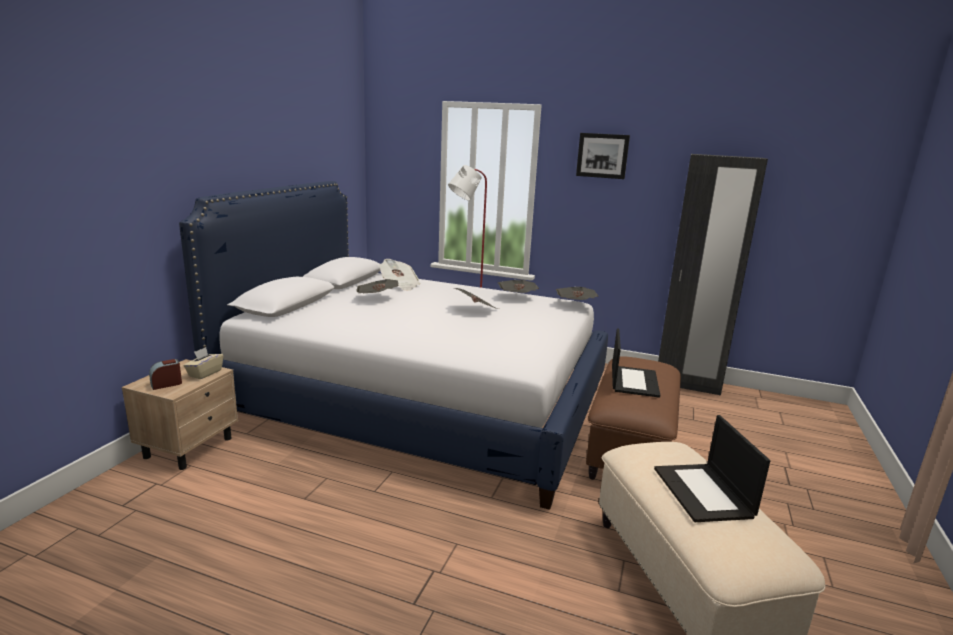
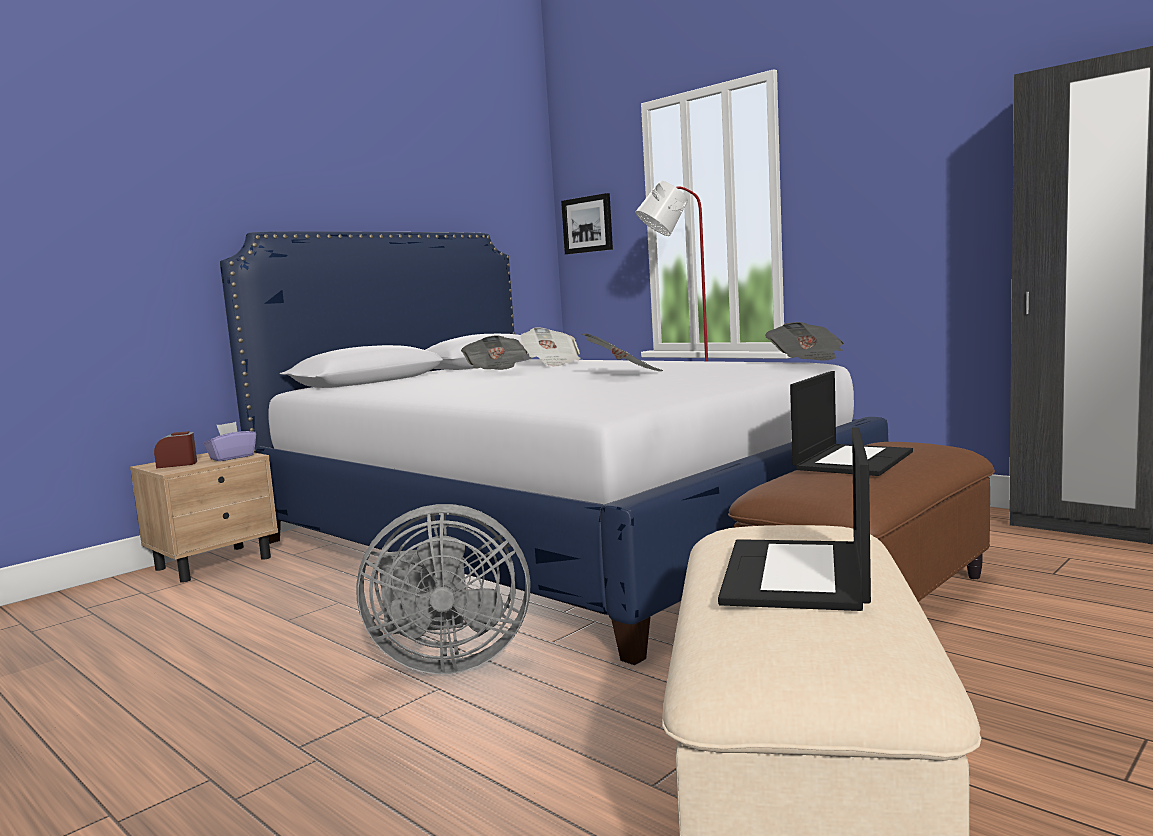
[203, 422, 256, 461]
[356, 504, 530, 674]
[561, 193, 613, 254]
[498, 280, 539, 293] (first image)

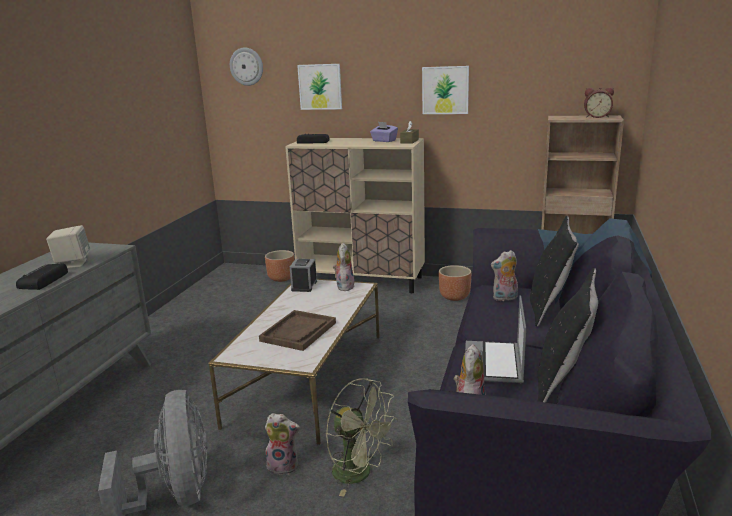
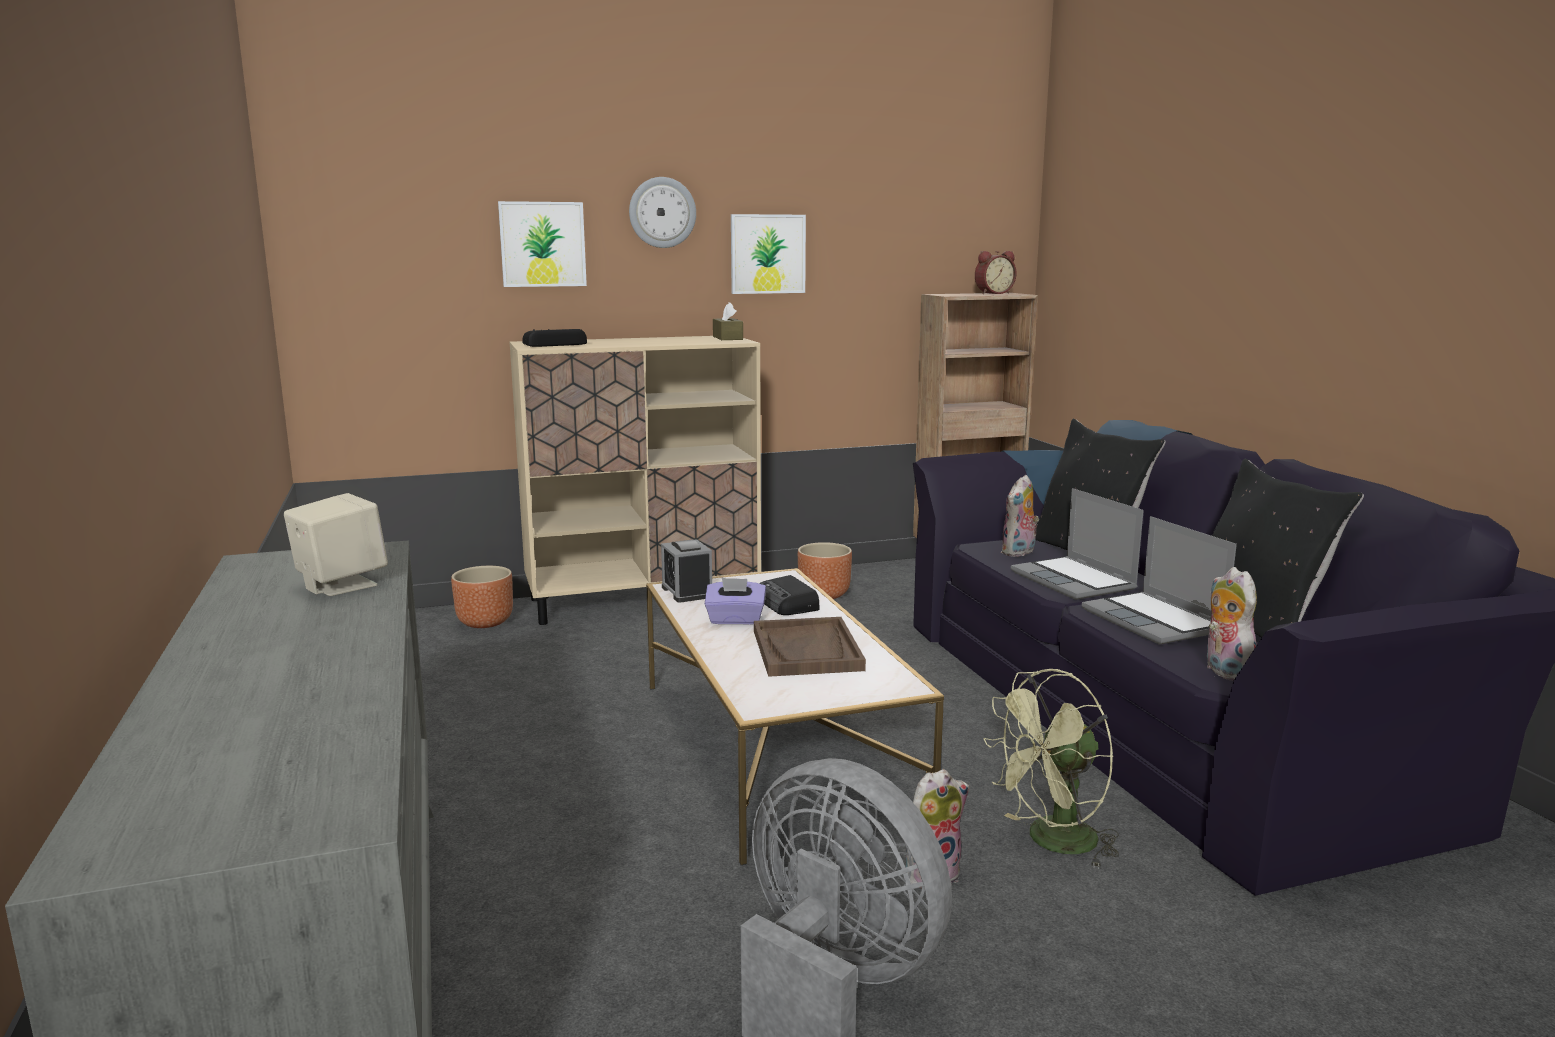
[629, 177, 696, 248]
[705, 578, 766, 625]
[759, 575, 819, 615]
[984, 669, 1119, 869]
[1011, 488, 1144, 600]
[333, 243, 355, 291] (first image)

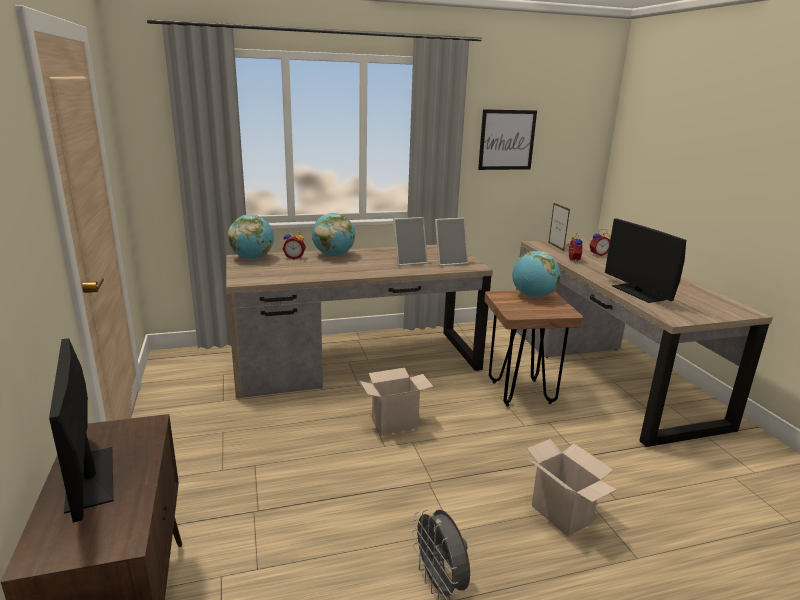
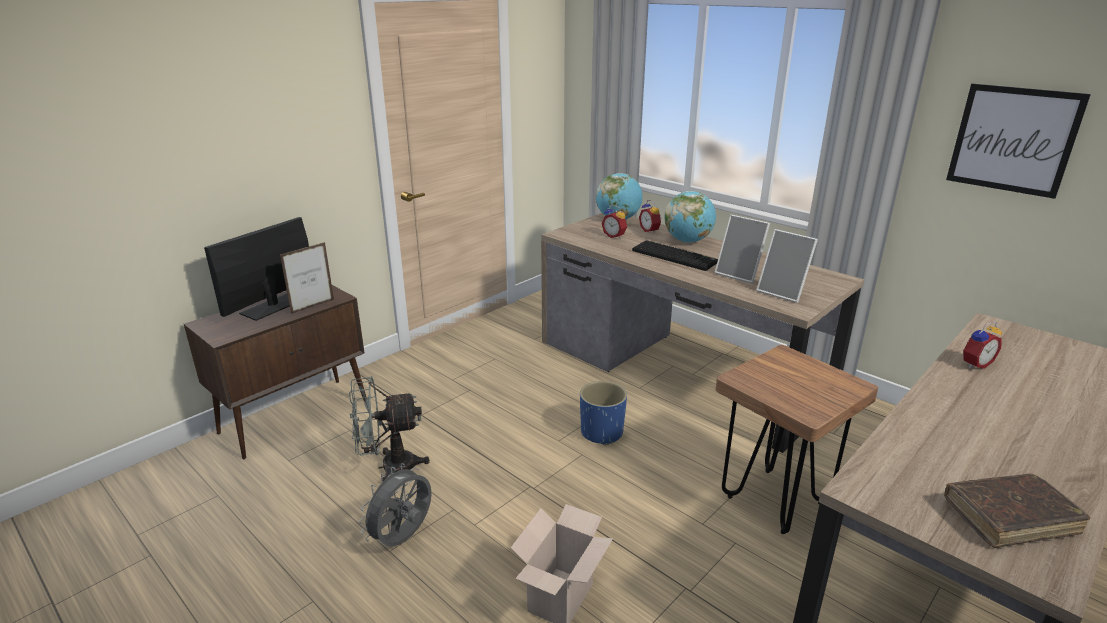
[280, 242, 334, 314]
[349, 376, 430, 481]
[580, 381, 627, 445]
[602, 205, 627, 239]
[632, 240, 718, 271]
[944, 473, 1090, 548]
[512, 251, 560, 298] (first image)
[605, 219, 686, 303] (first image)

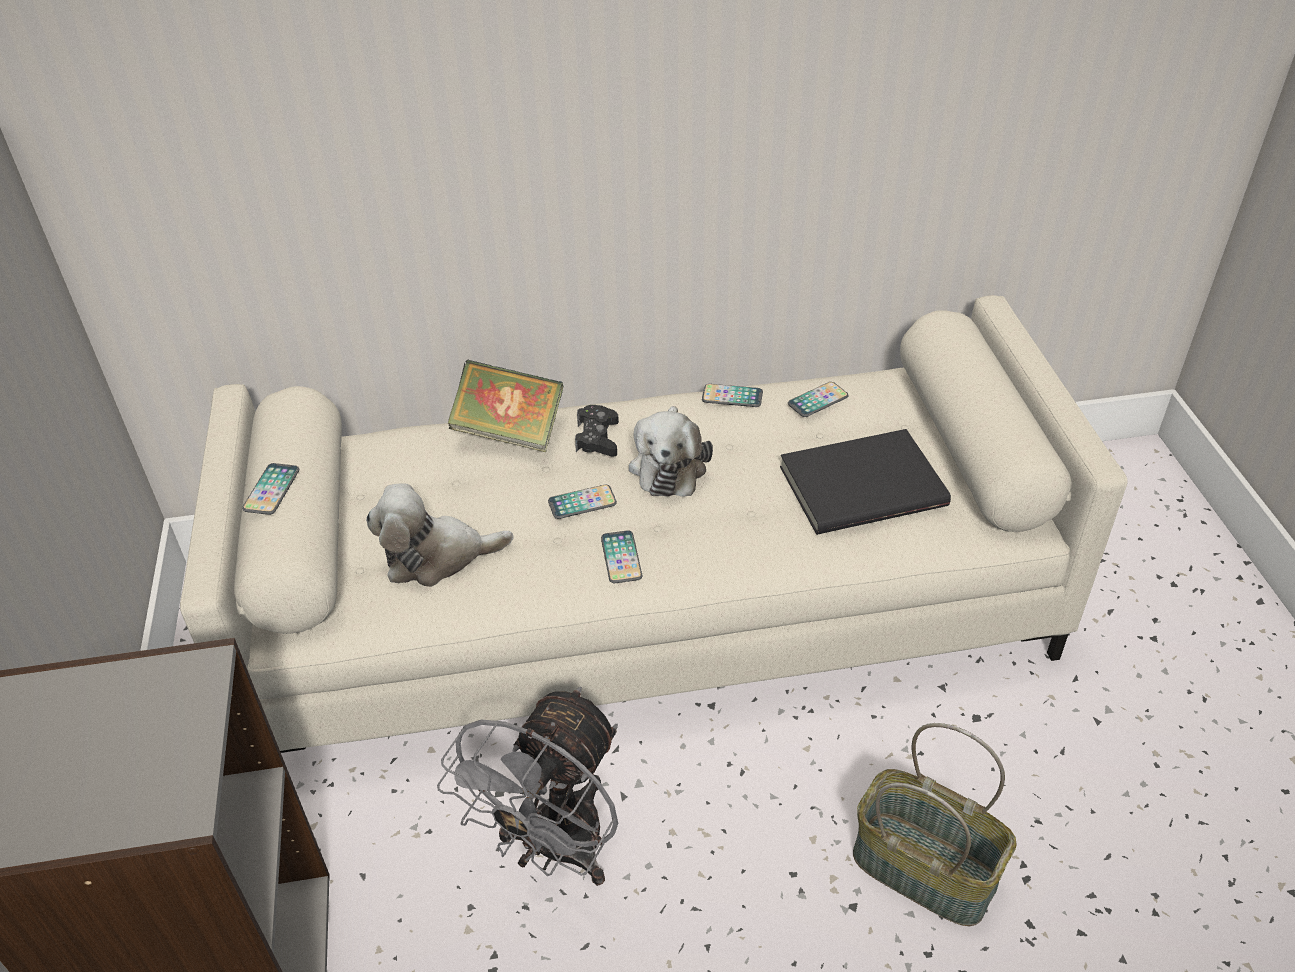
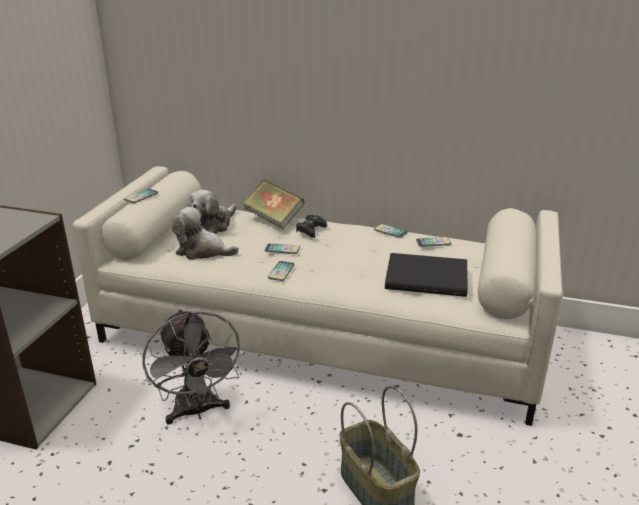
[142, 309, 245, 424]
[189, 190, 236, 234]

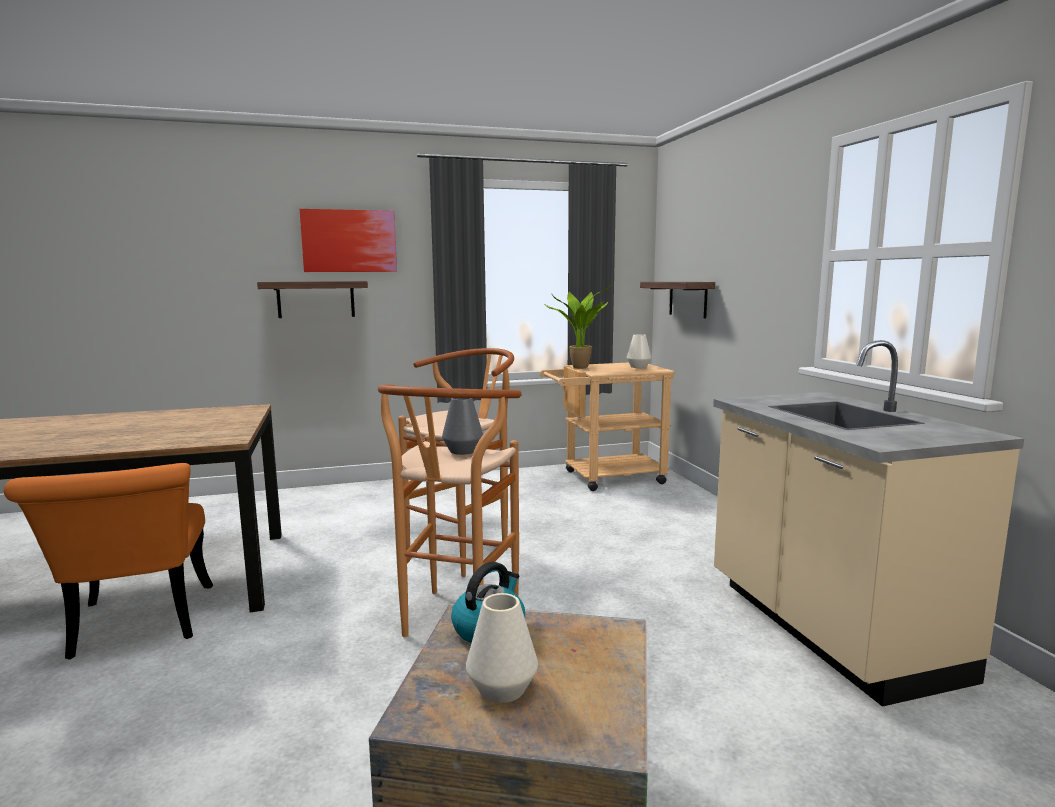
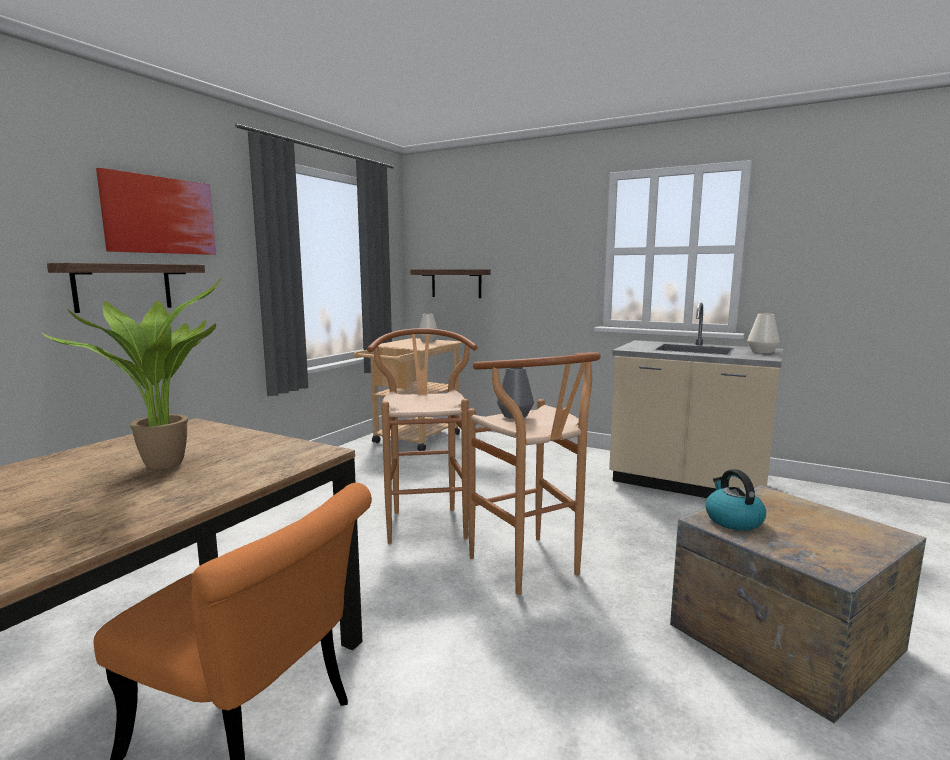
[42, 278, 221, 470]
[747, 313, 780, 353]

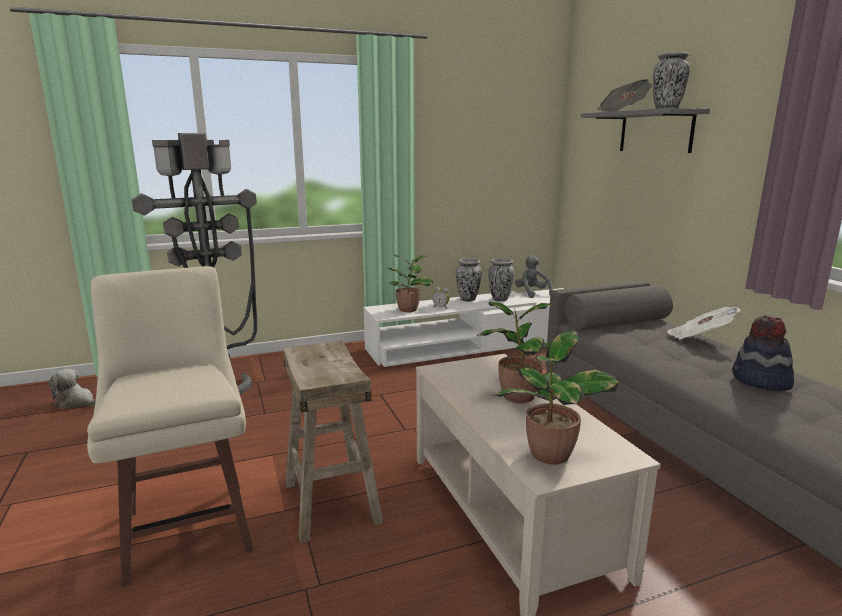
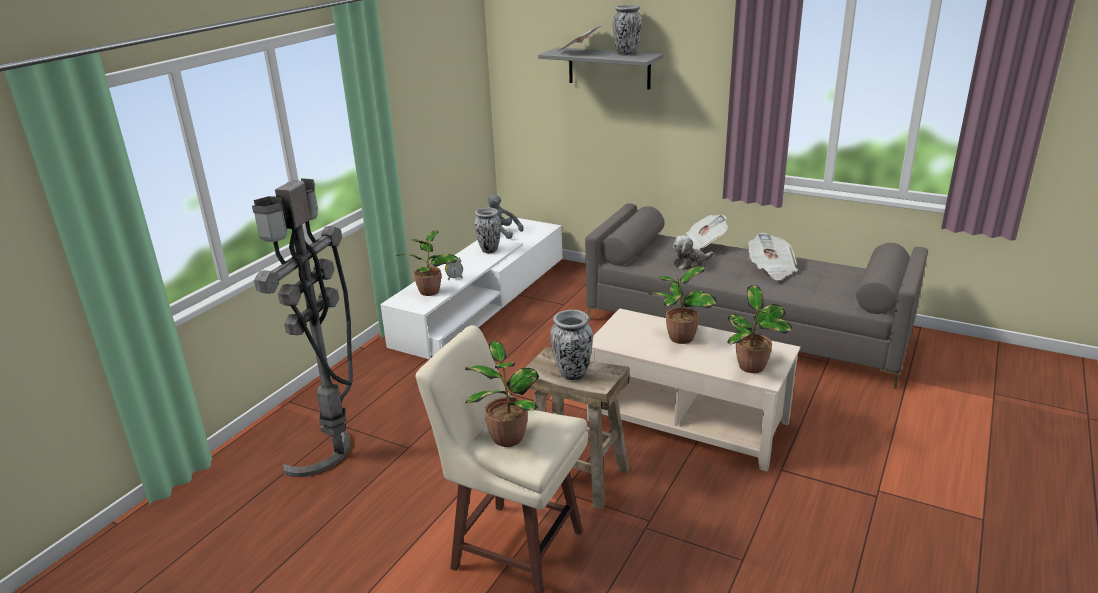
[465, 341, 539, 447]
[550, 310, 593, 381]
[673, 235, 714, 270]
[748, 233, 798, 280]

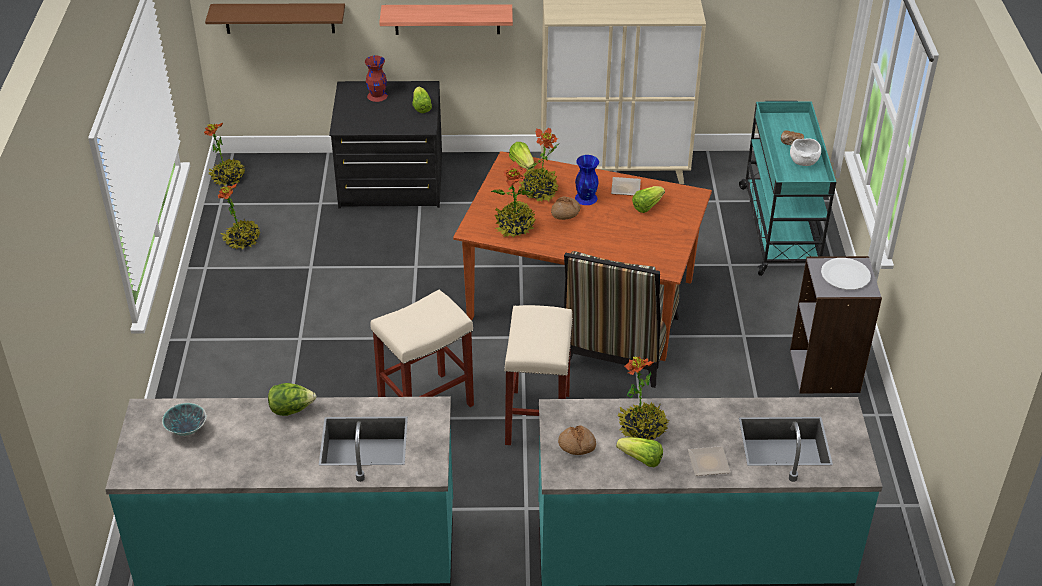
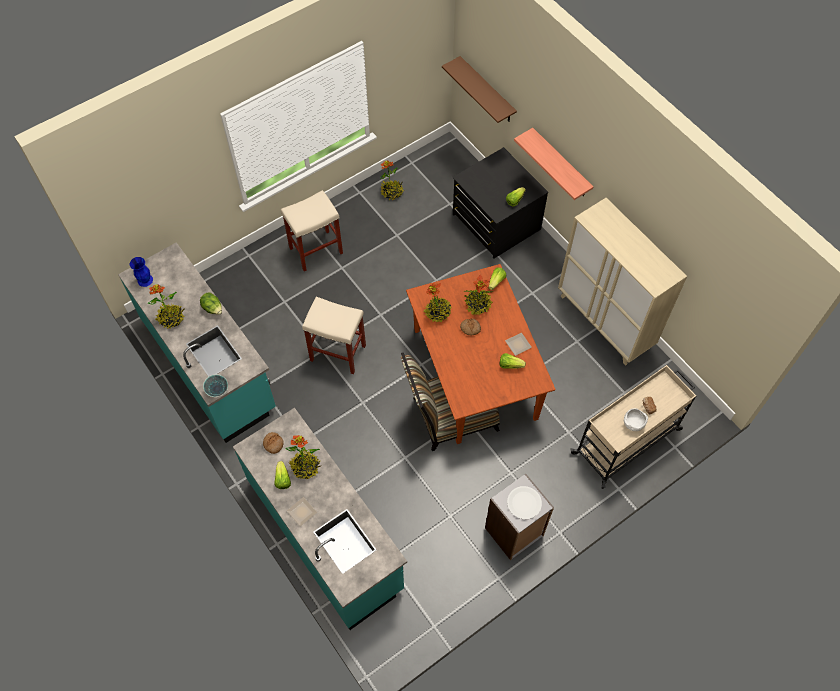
[130, 257, 153, 287]
[148, 284, 184, 329]
[203, 374, 228, 397]
[281, 190, 343, 271]
[571, 365, 696, 489]
[365, 55, 388, 102] (first image)

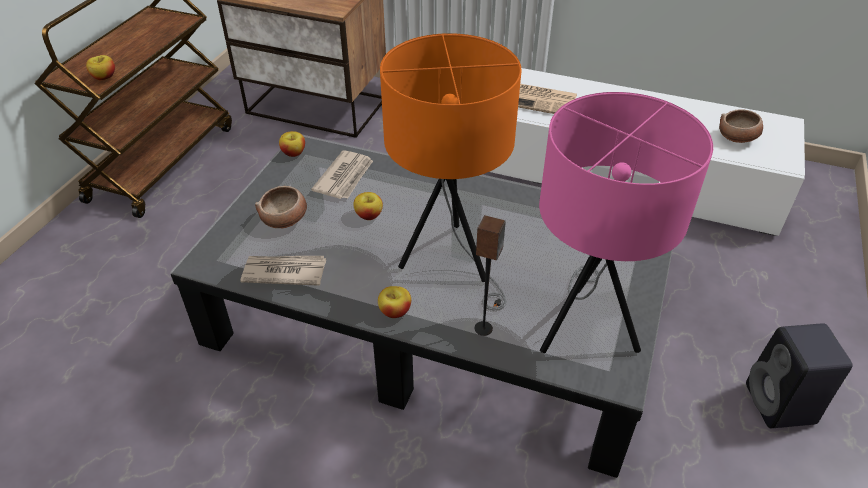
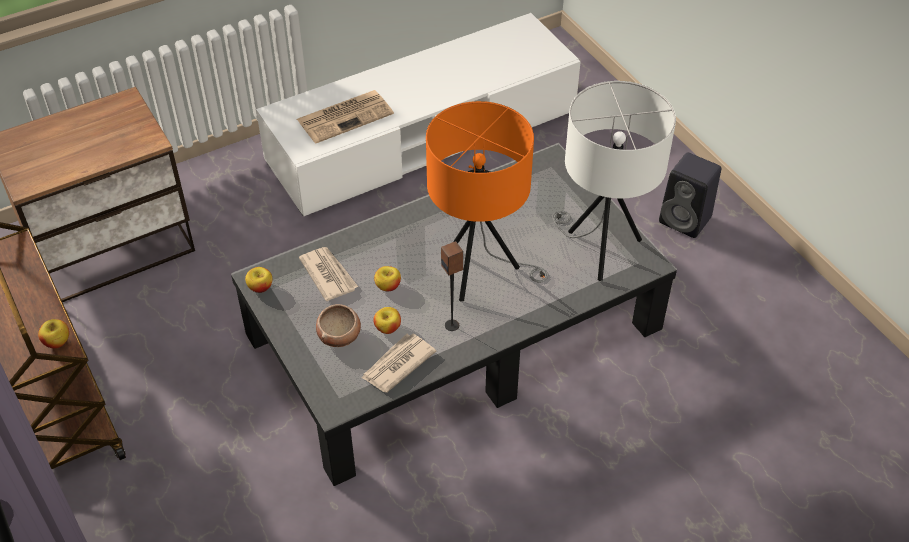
[373, 307, 401, 334]
[441, 241, 464, 331]
[552, 81, 676, 281]
[719, 109, 763, 143] (first image)

